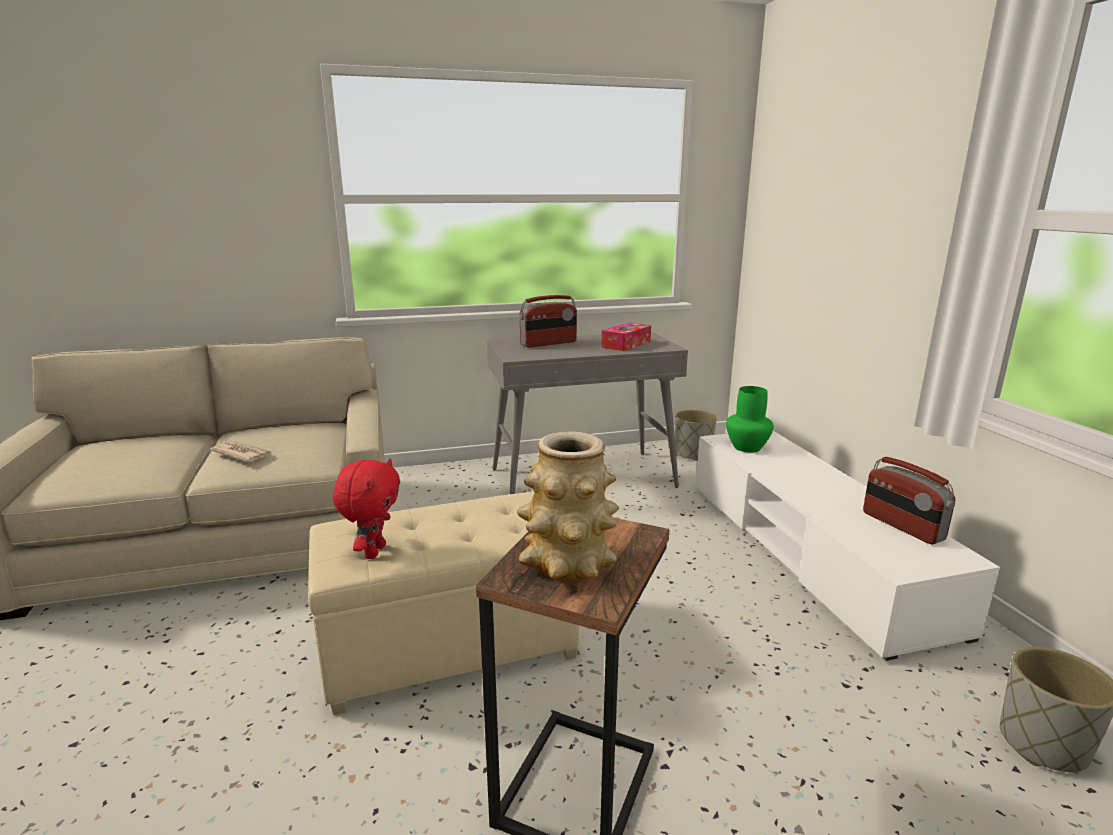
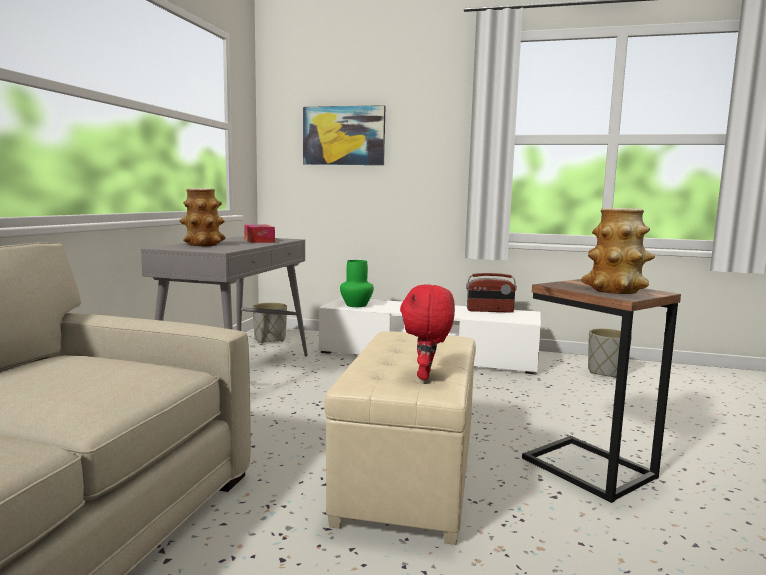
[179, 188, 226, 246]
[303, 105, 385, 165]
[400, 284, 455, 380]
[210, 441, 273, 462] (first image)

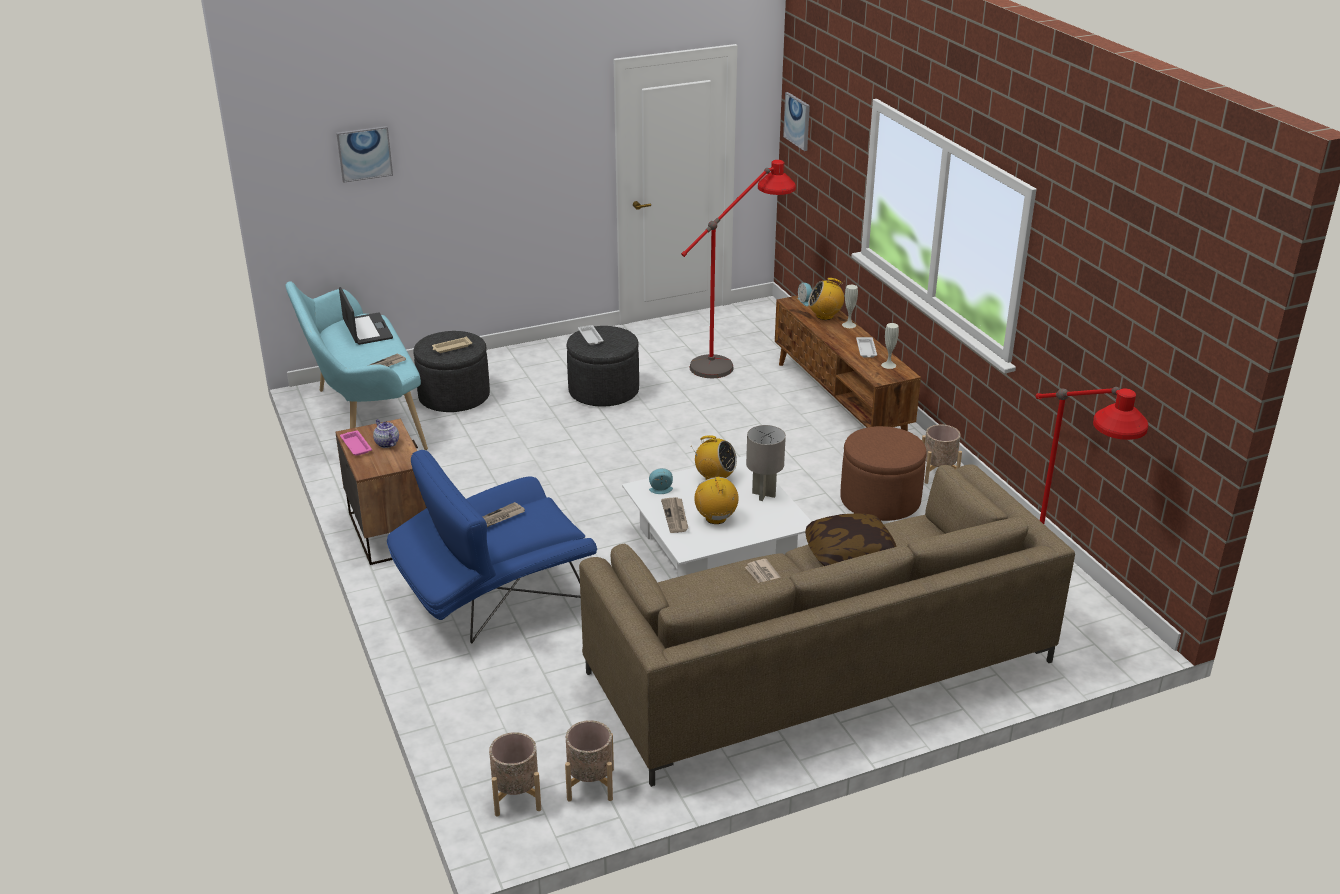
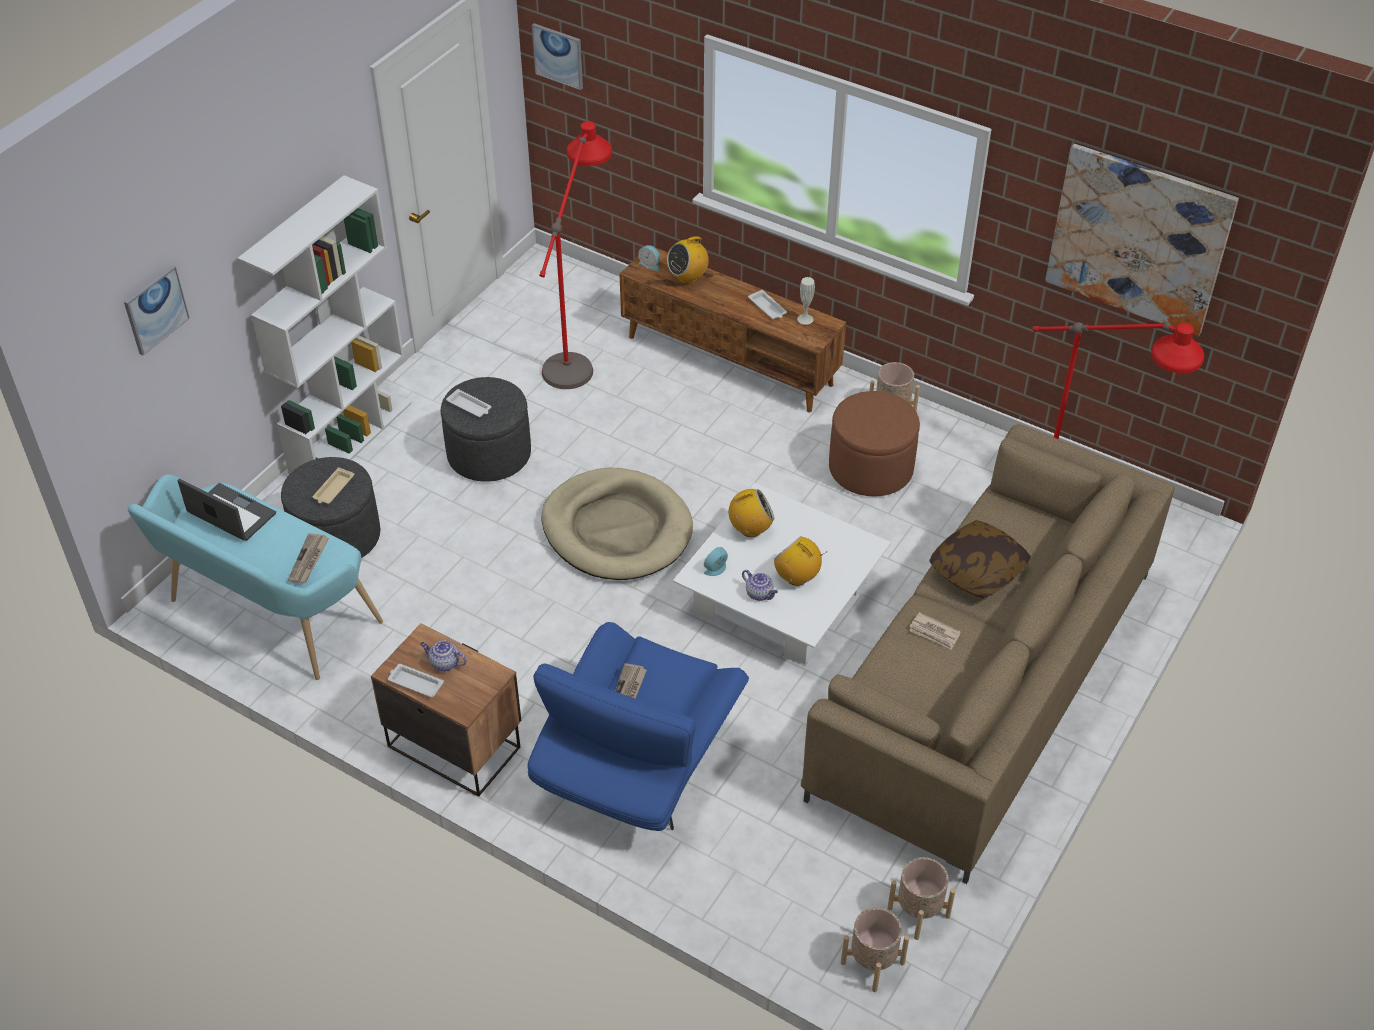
[238, 175, 412, 474]
[388, 664, 444, 697]
[541, 467, 693, 580]
[742, 570, 778, 601]
[1045, 144, 1239, 337]
[746, 425, 786, 501] (first image)
[842, 285, 858, 328] (first image)

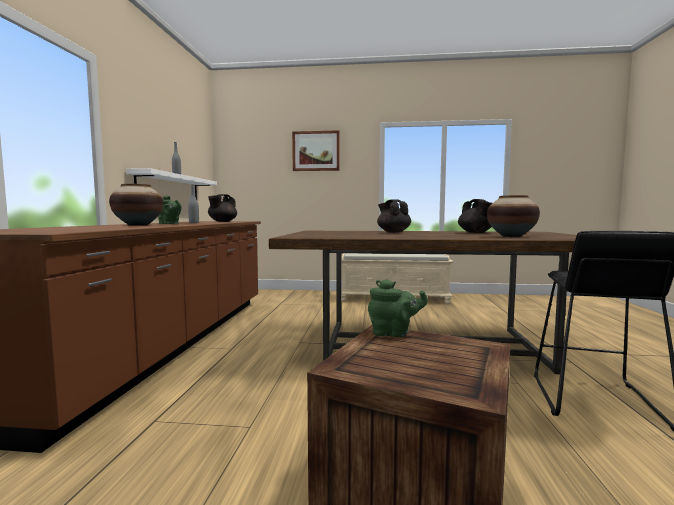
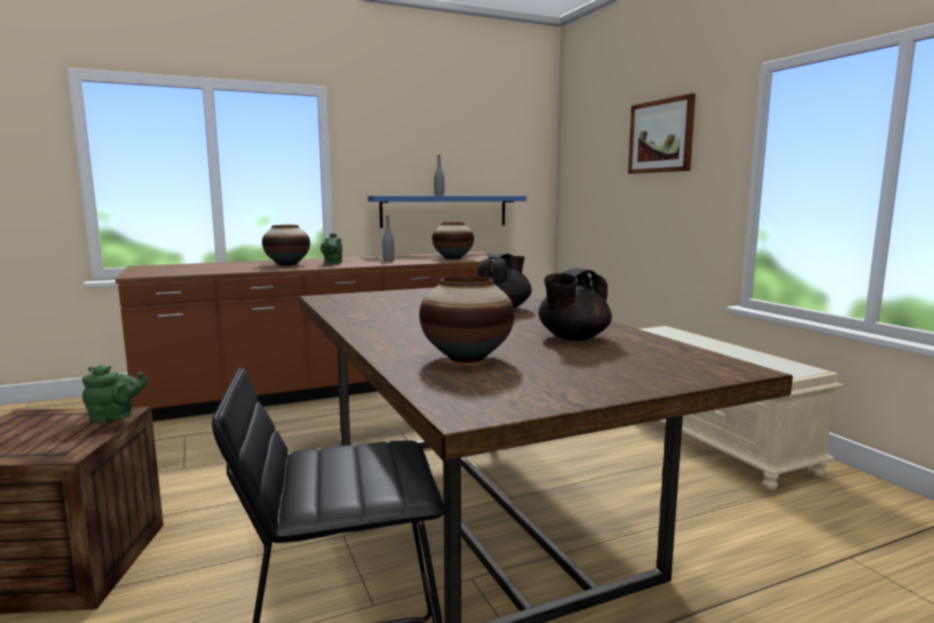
[82, 365, 148, 422]
[368, 196, 526, 228]
[432, 222, 474, 259]

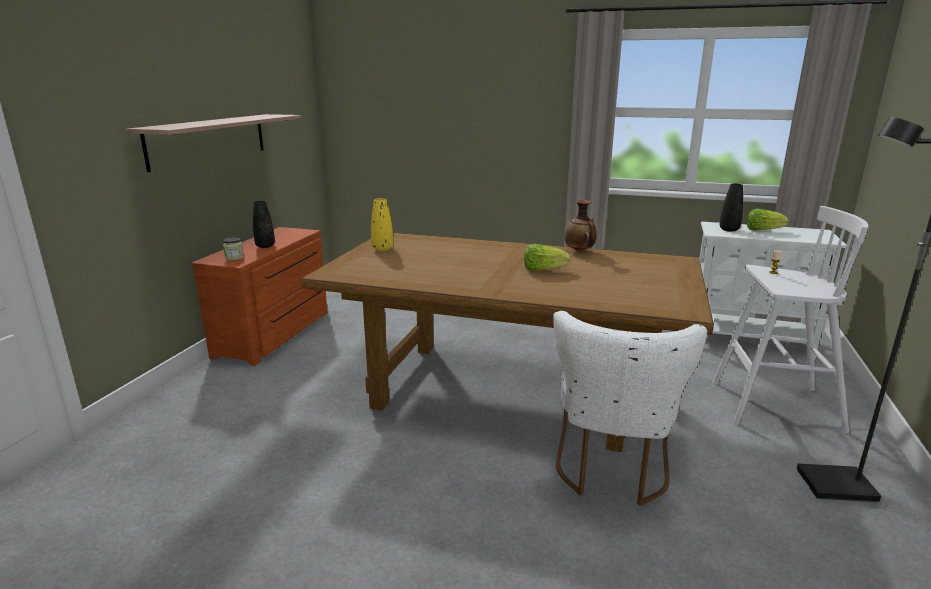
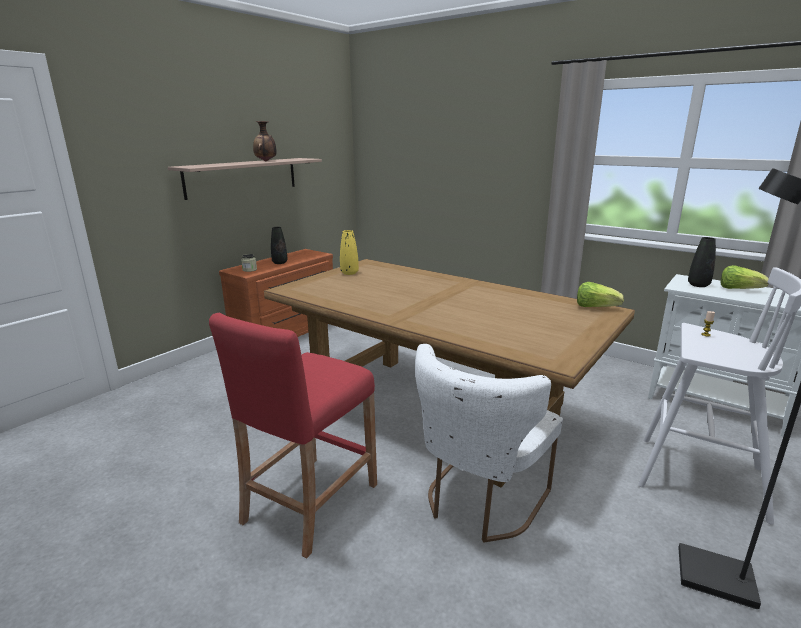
[209, 313, 377, 558]
[253, 121, 277, 161]
[577, 282, 624, 307]

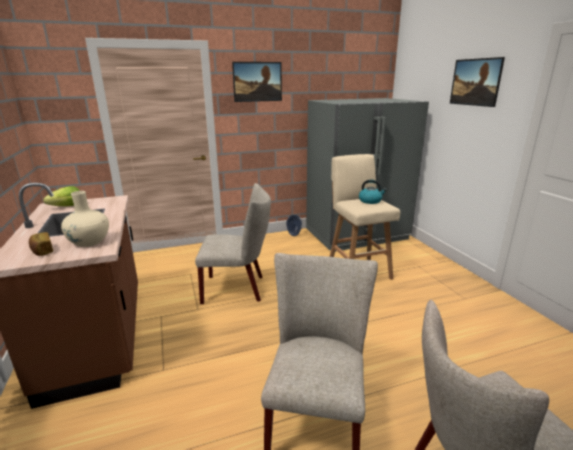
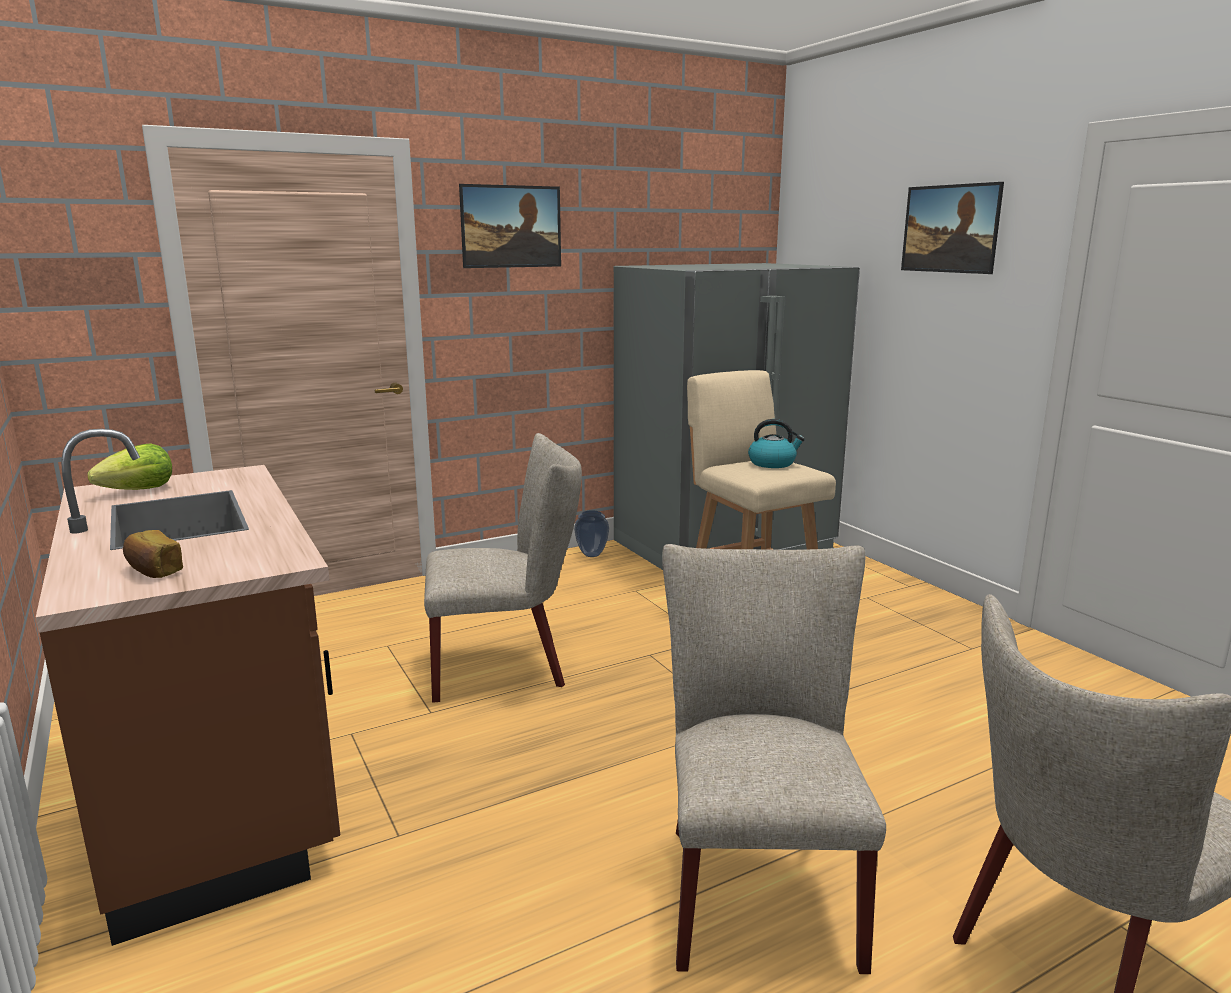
[61, 191, 109, 247] (first image)

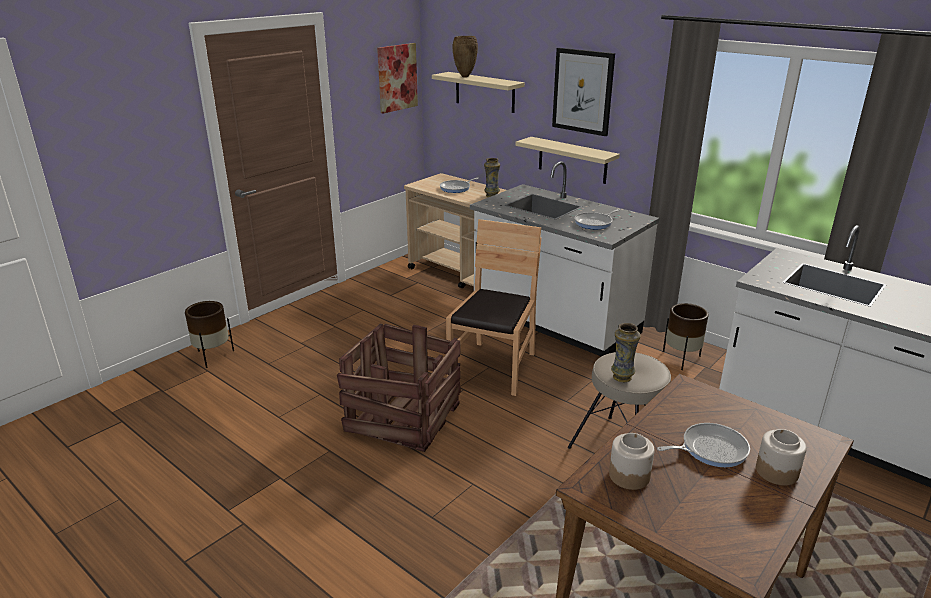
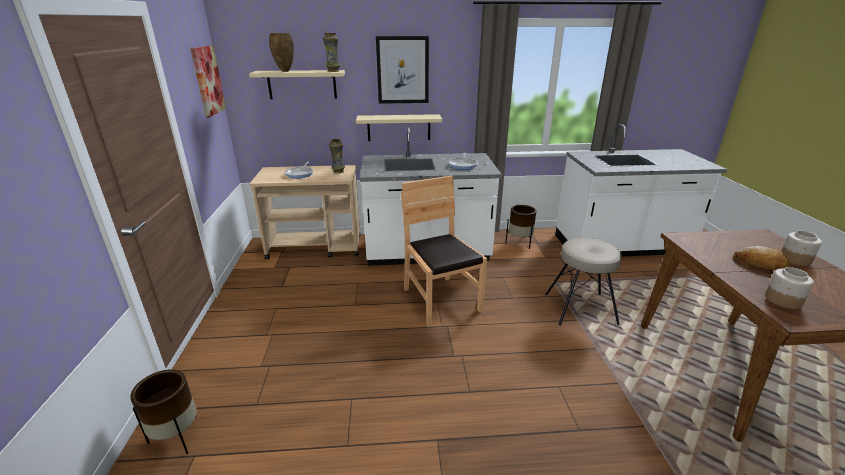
[323, 33, 340, 72]
[734, 246, 790, 270]
[337, 324, 461, 452] (first image)

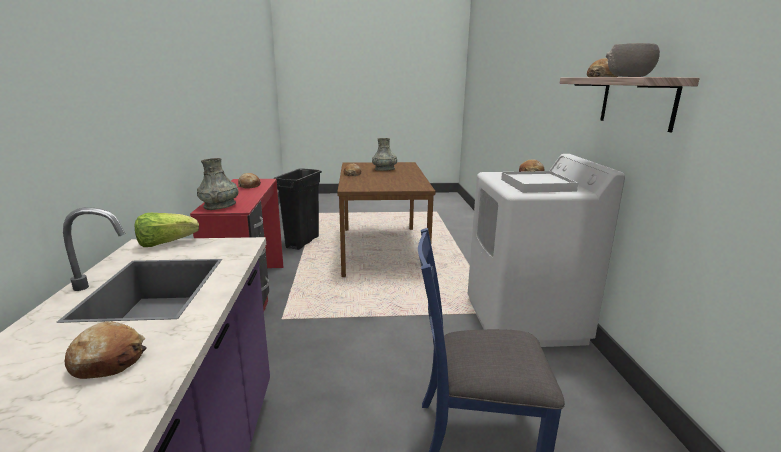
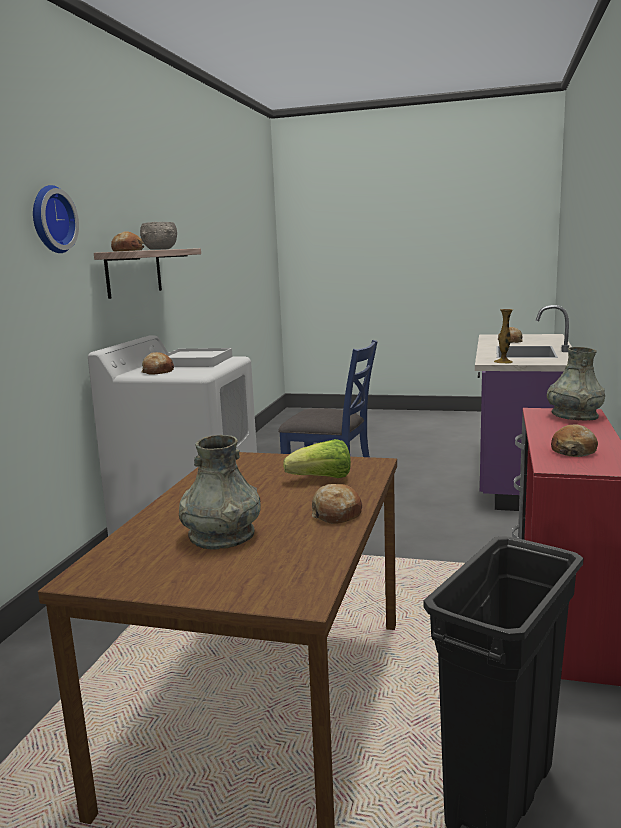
[33, 185, 79, 253]
[283, 439, 351, 478]
[494, 309, 513, 364]

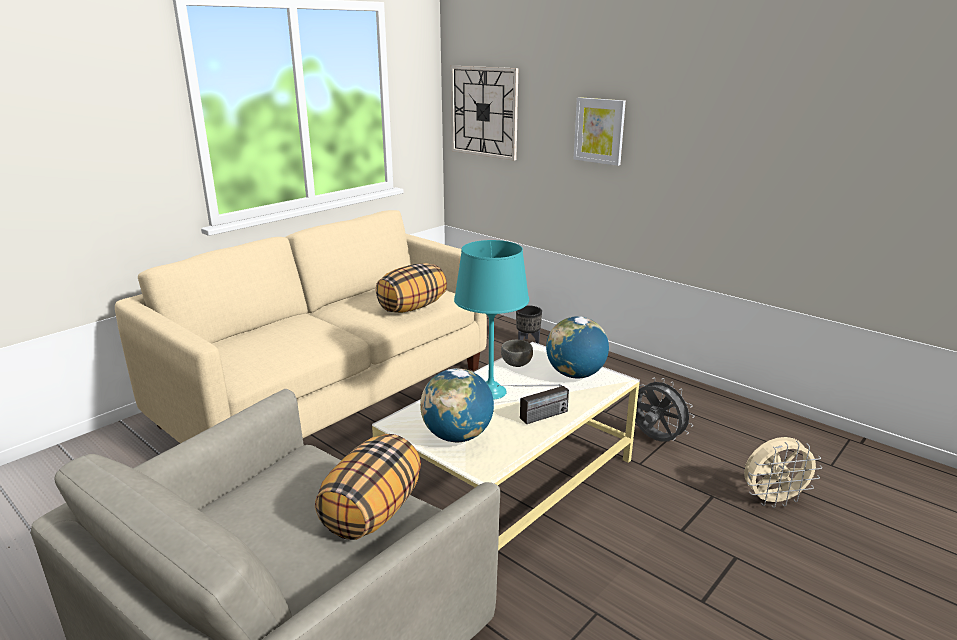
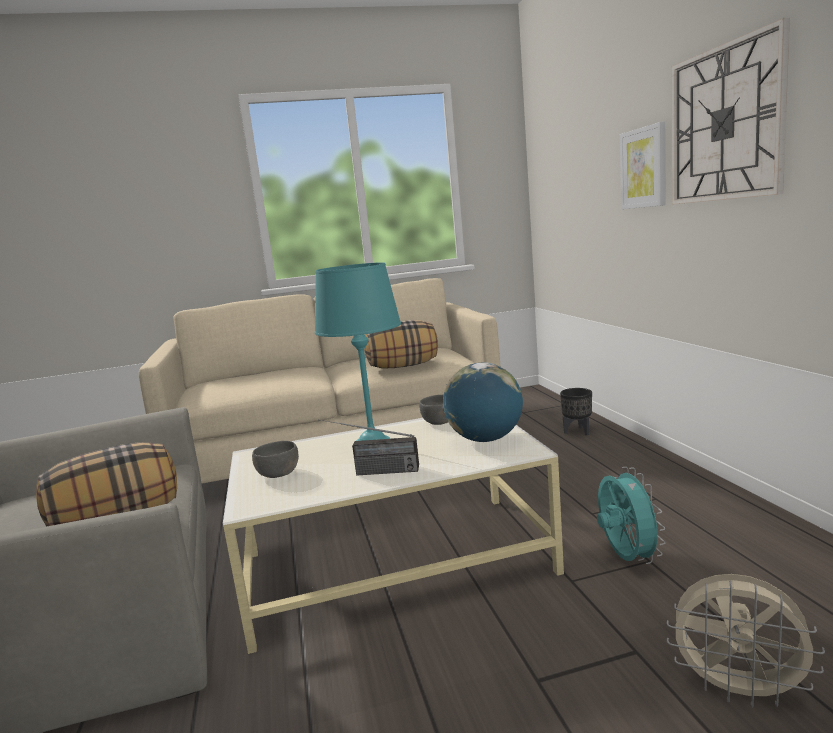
[252, 441, 299, 478]
[597, 467, 666, 564]
[671, 18, 790, 205]

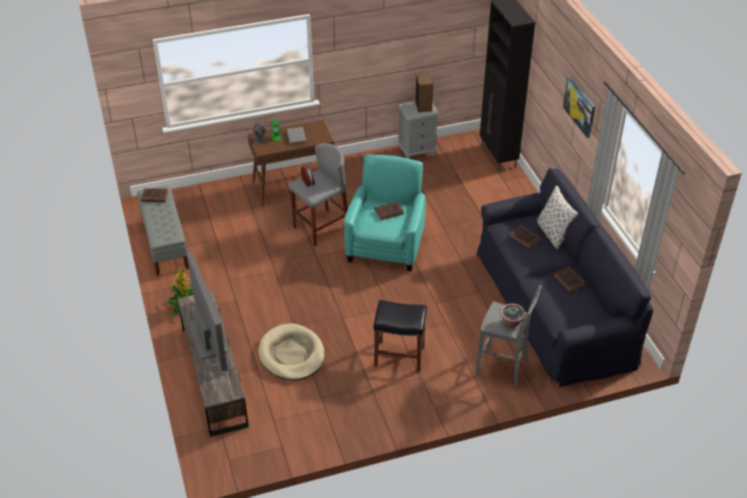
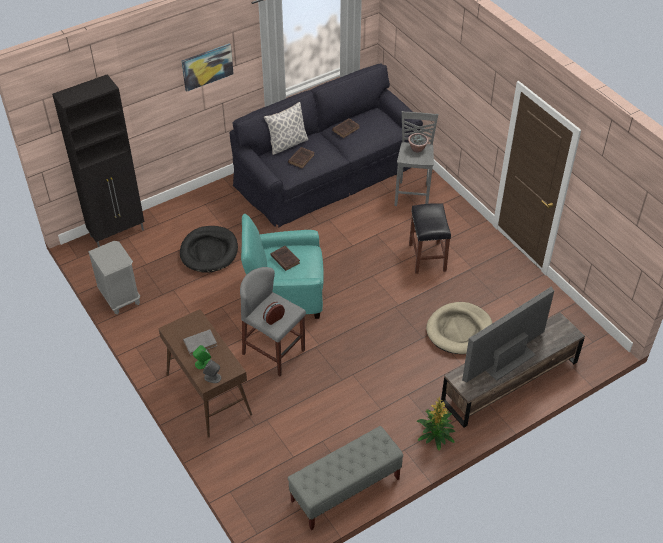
[180, 226, 238, 273]
[141, 188, 168, 202] (first image)
[415, 74, 433, 112] (first image)

